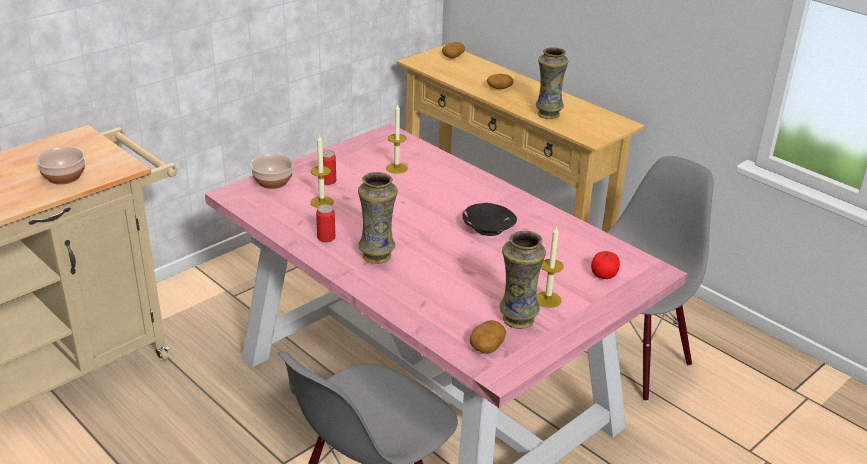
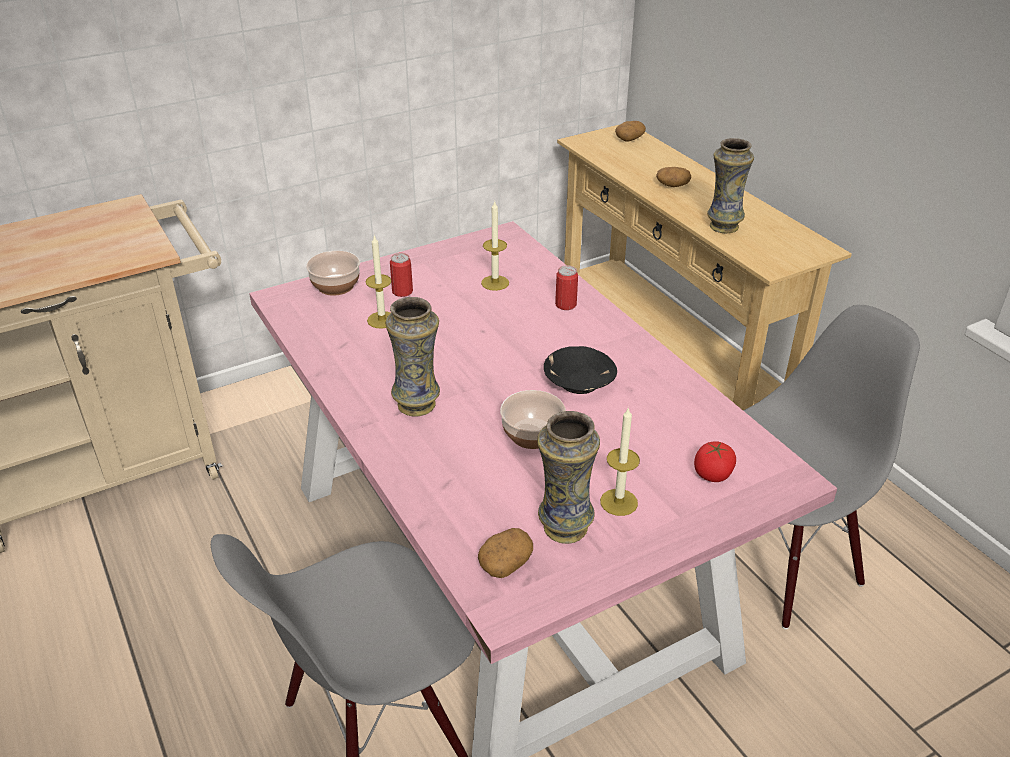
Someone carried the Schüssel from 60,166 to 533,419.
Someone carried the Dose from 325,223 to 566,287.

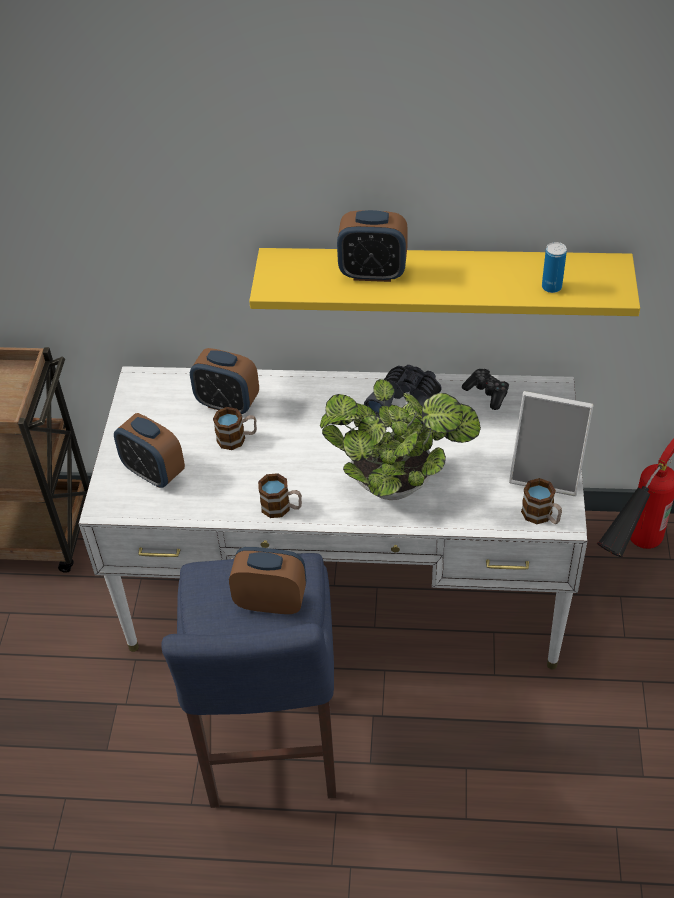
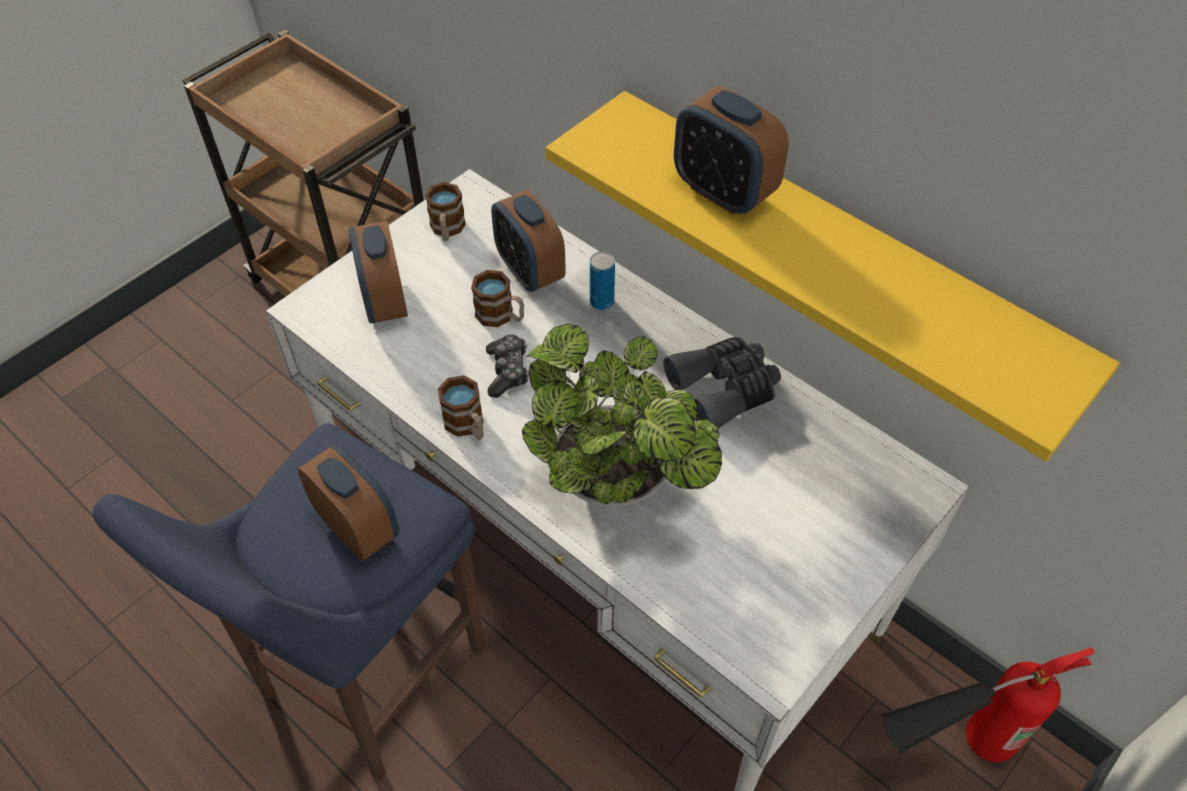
Someone carried the Henkelbecher from 541,501 to 445,211.
Someone carried the Gamepad from 485,389 to 507,366.
Someone carried the Dose from 554,267 to 602,280.
Someone took away the Bilderrahmen at 551,443.

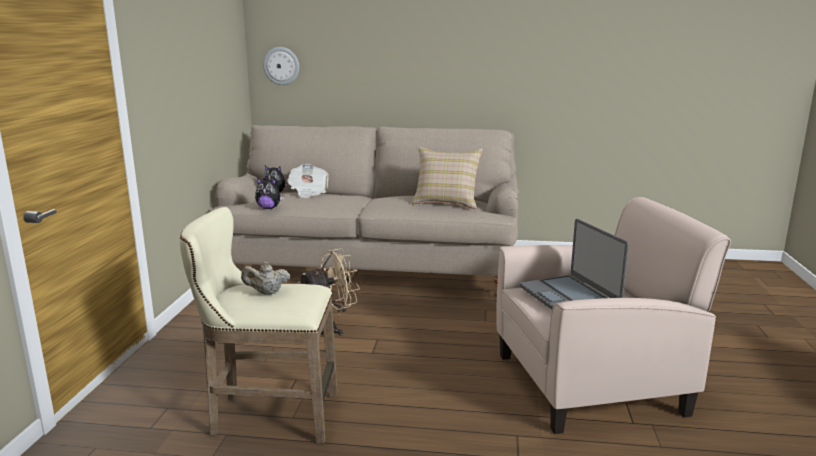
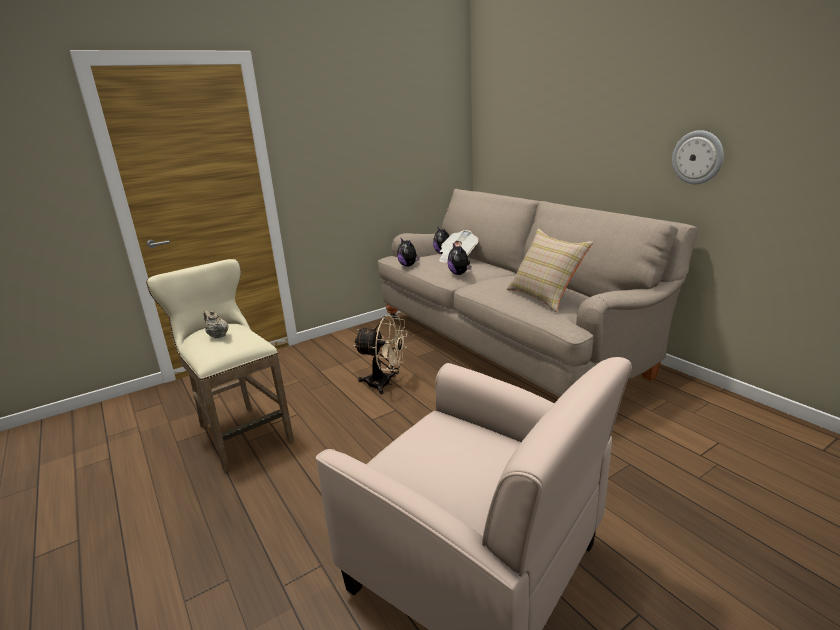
Someone put down the Plüschtier at 459,259.
Someone carried the Wanduhr from 281,66 to 698,157.
Someone took away the Laptop at 574,264.

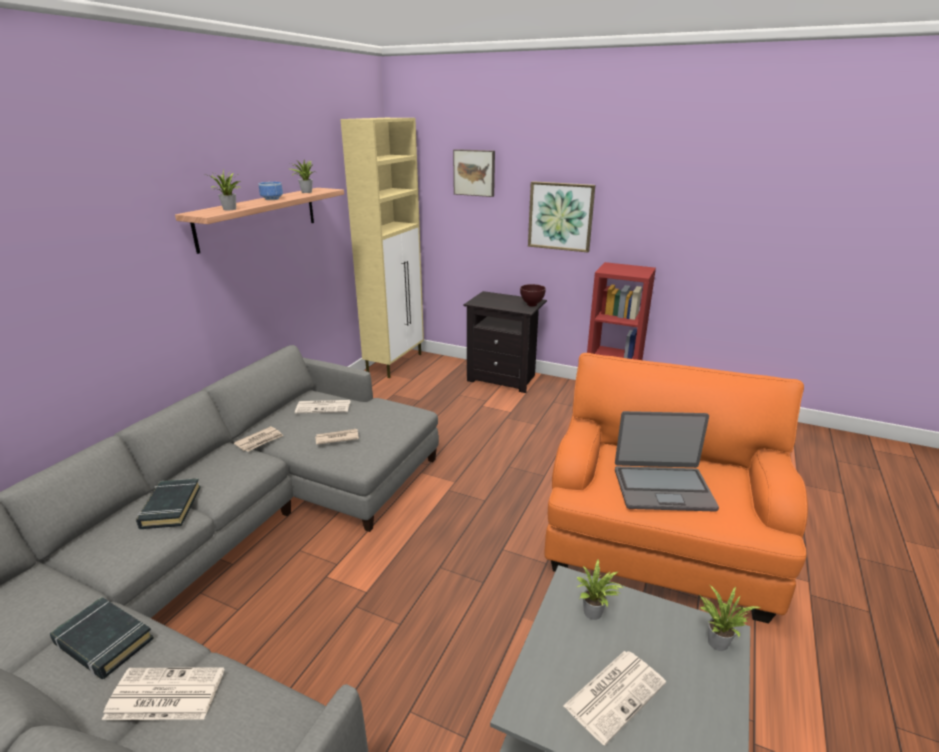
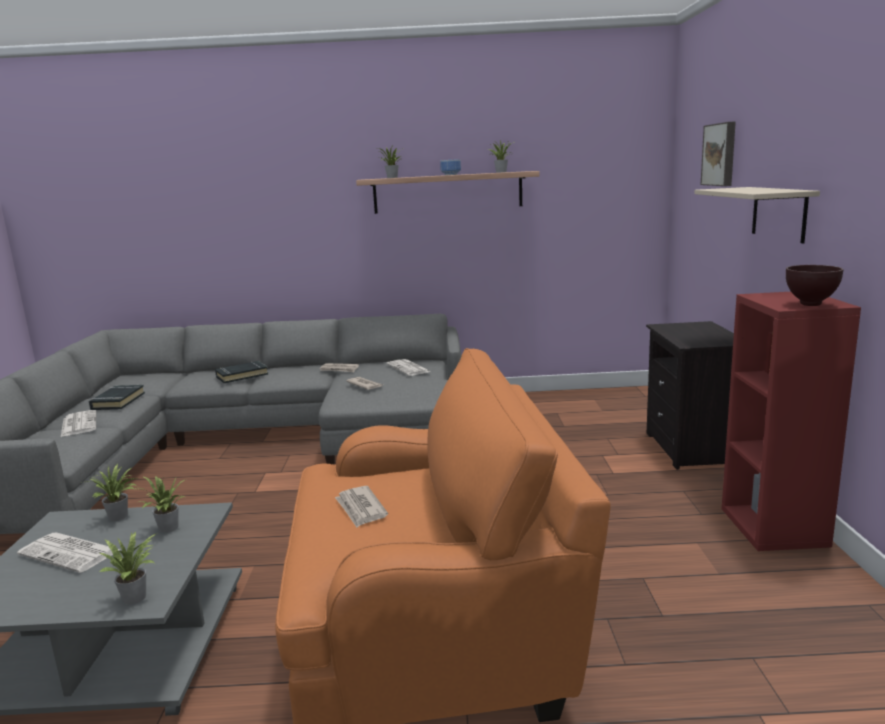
Someone put down the Topfpflanze at 112,492.
Someone swapped the Laptop at 667,461 for the Zeitung at 361,507.
Someone swapped the Bild at 561,217 for the Wandregal (beige) at 757,215.
Someone carried the Schüssel (braun) from 533,295 to 814,285.
Someone took away the Schrank (beige) at 382,248.

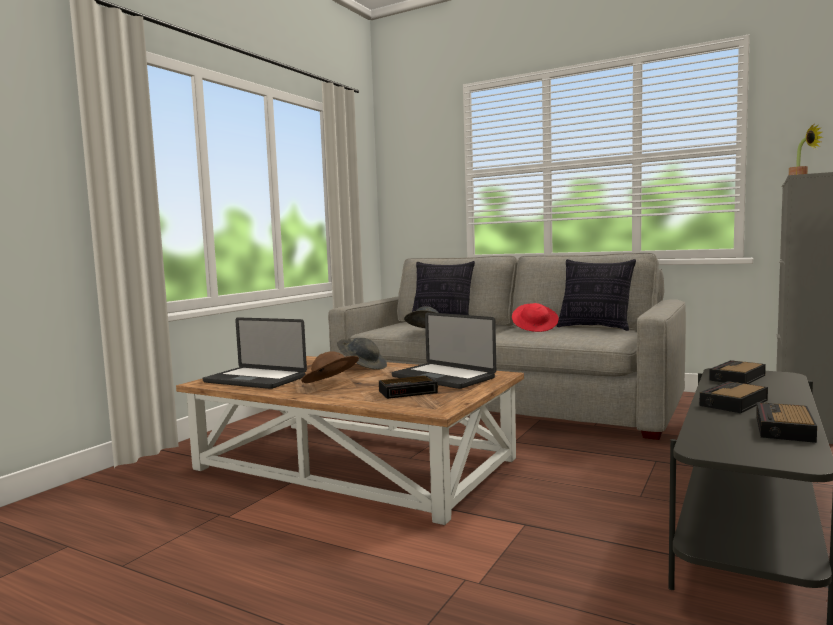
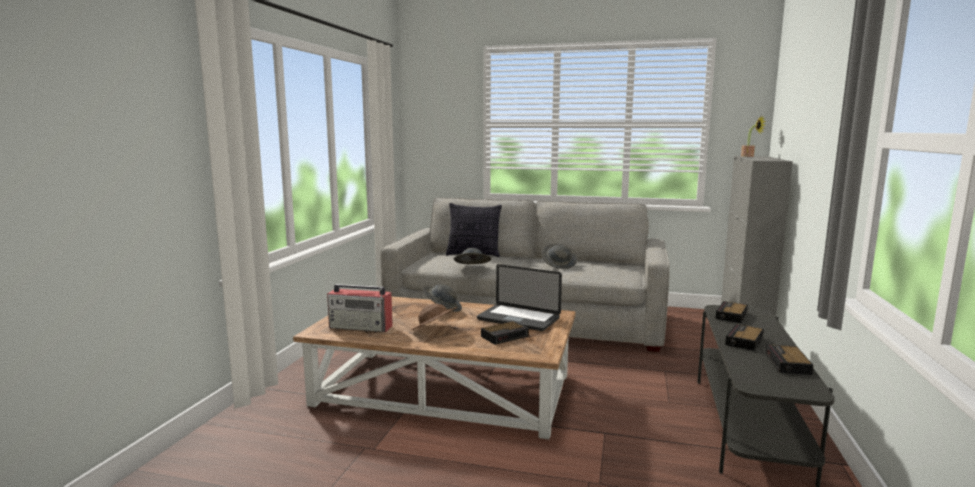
Someone swapped the Laptop at 255,353 for the Radio at 360,308.
Someone repainted the Hut (rot) at 535,317, which became the Hut (grau) at 559,256.
Someone took away the Kissen at 596,295.

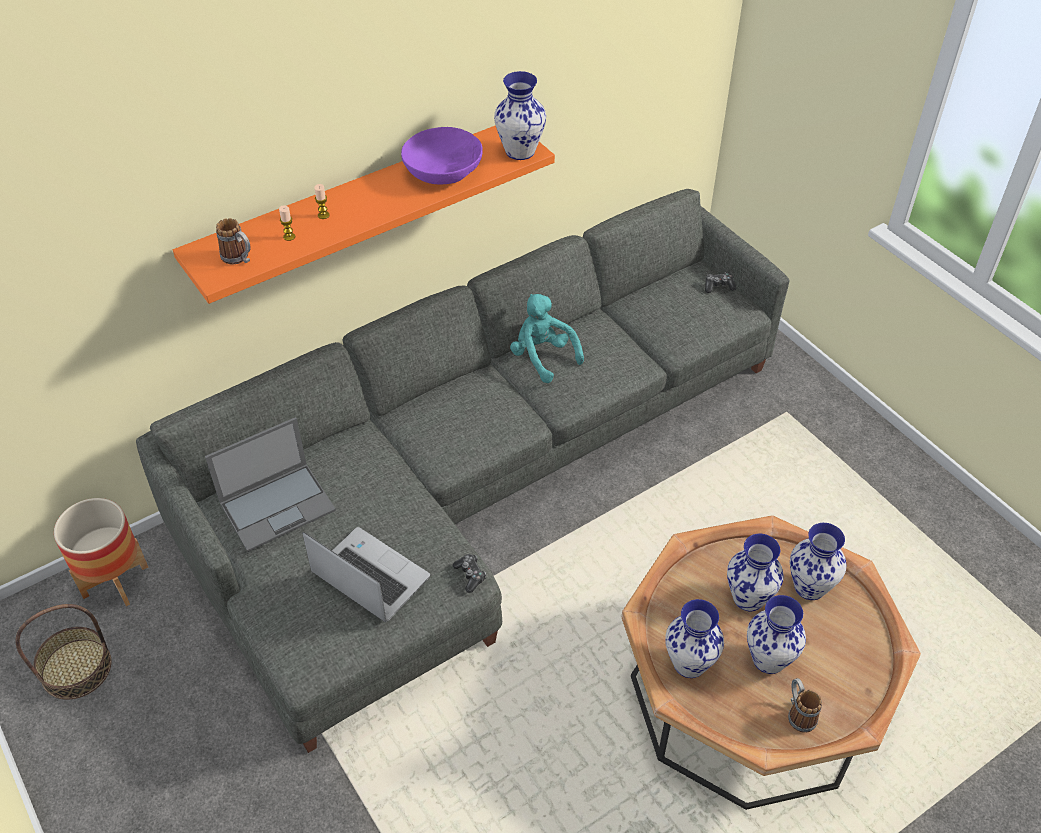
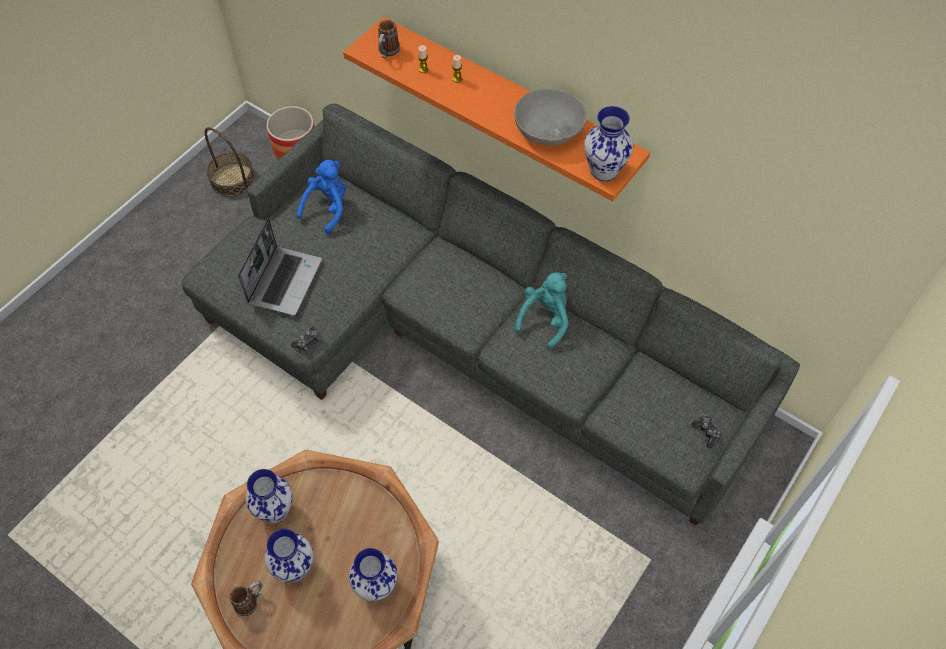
Someone swapped the Laptop at 270,484 for the Plüschtier (blau) at 321,197.
Someone repainted the Schüssel (lila) at 442,155, which became the Schüssel (grau) at 550,117.
Someone took away the Vase at 755,572.

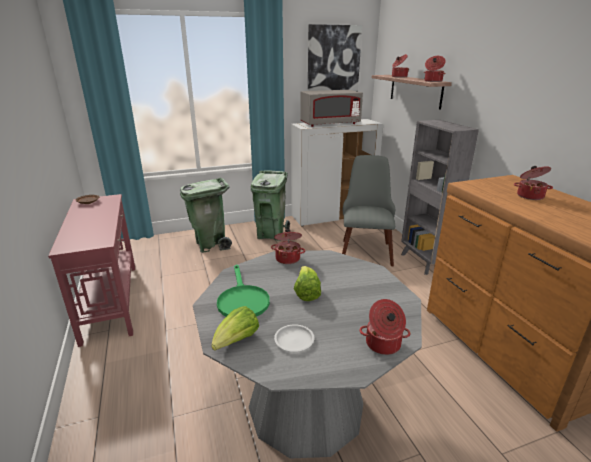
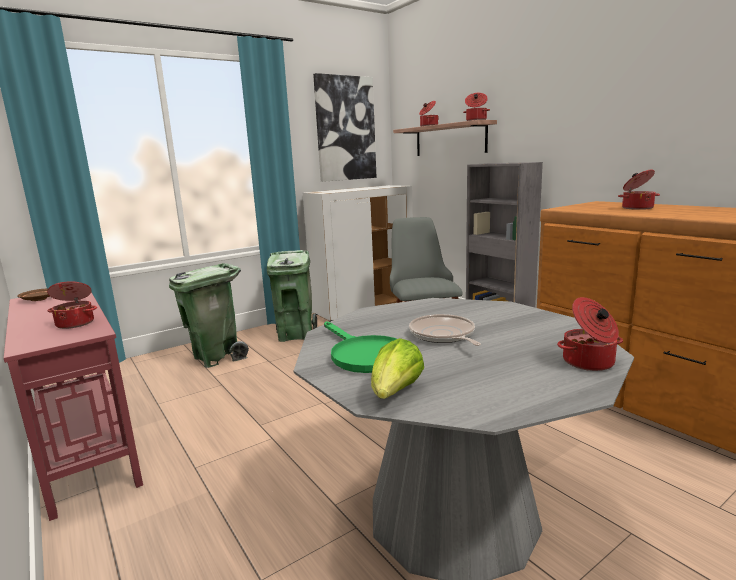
Someone carried the Kochtopf from 288,246 to 72,305.
Someone swapped the Salatkopf at 307,283 for the Pfanne at 445,330.
Someone took away the Teller (weiß) at 294,338.
Someone took away the Mikrowelle (grau) at 331,108.

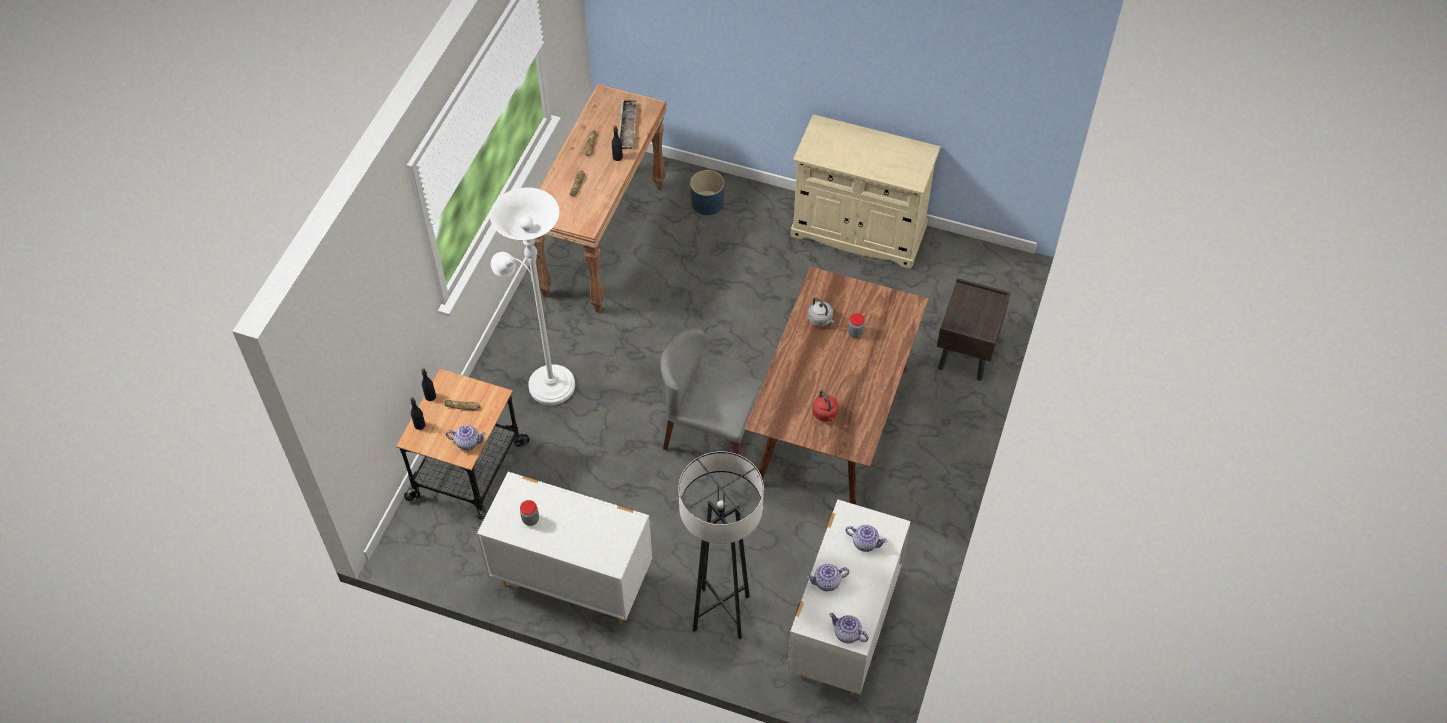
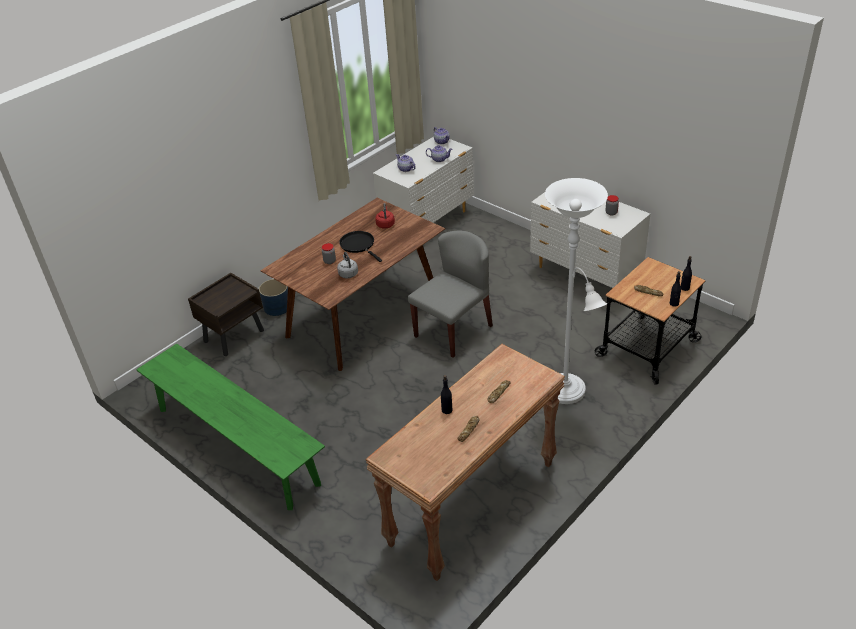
Someone swapped the Schrank (beige) at 866,191 for the Bank (grün) at 230,427.
Someone carried the Pflanzkübel (blau) from 707,192 to 273,297.
Someone put down the Pfanne (schwarz) at 360,246.
Someone rotated the Stuhl (grau) at 712,391 by 90 degrees counterclockwise.
Someone took away the Teekanne at 466,437.
Someone took away the Tablett at 628,124.
Someone took away the Stehlampe (grau) at 721,545.

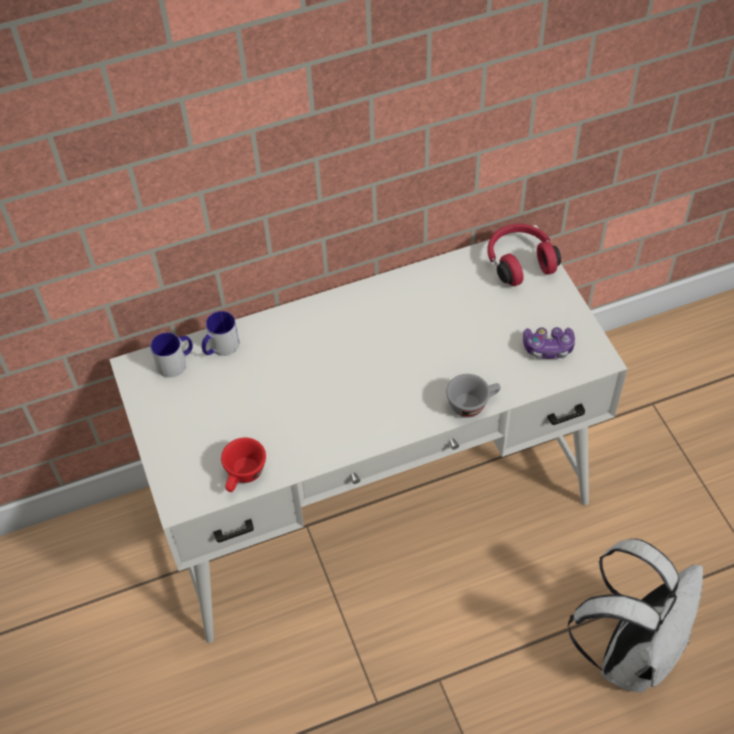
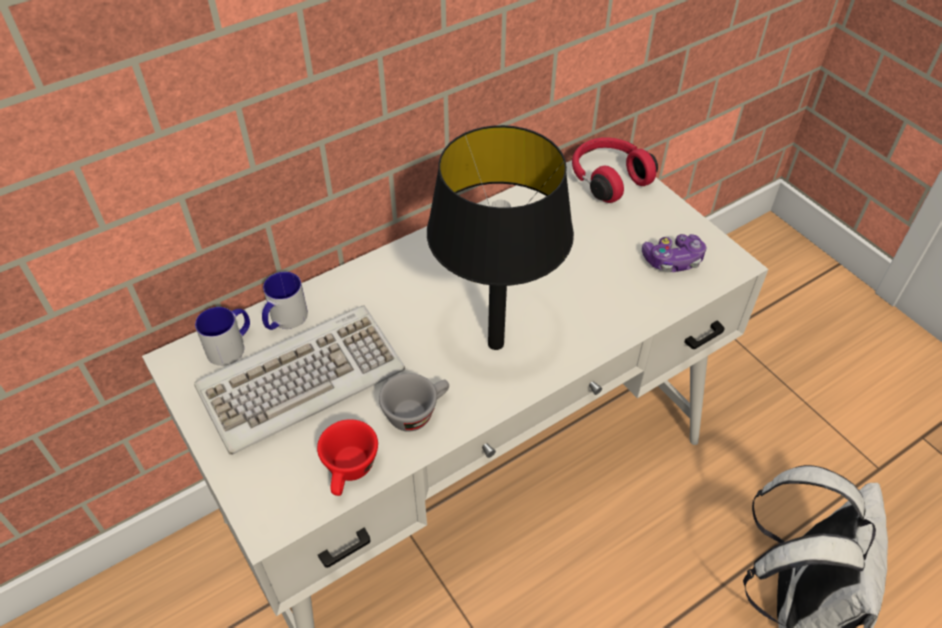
Someone put down the Tastatur at 299,380.
Someone carried the Tasse (grau) from 473,396 to 414,402.
Someone put down the Tischlampe (schwarz) at 500,237.

